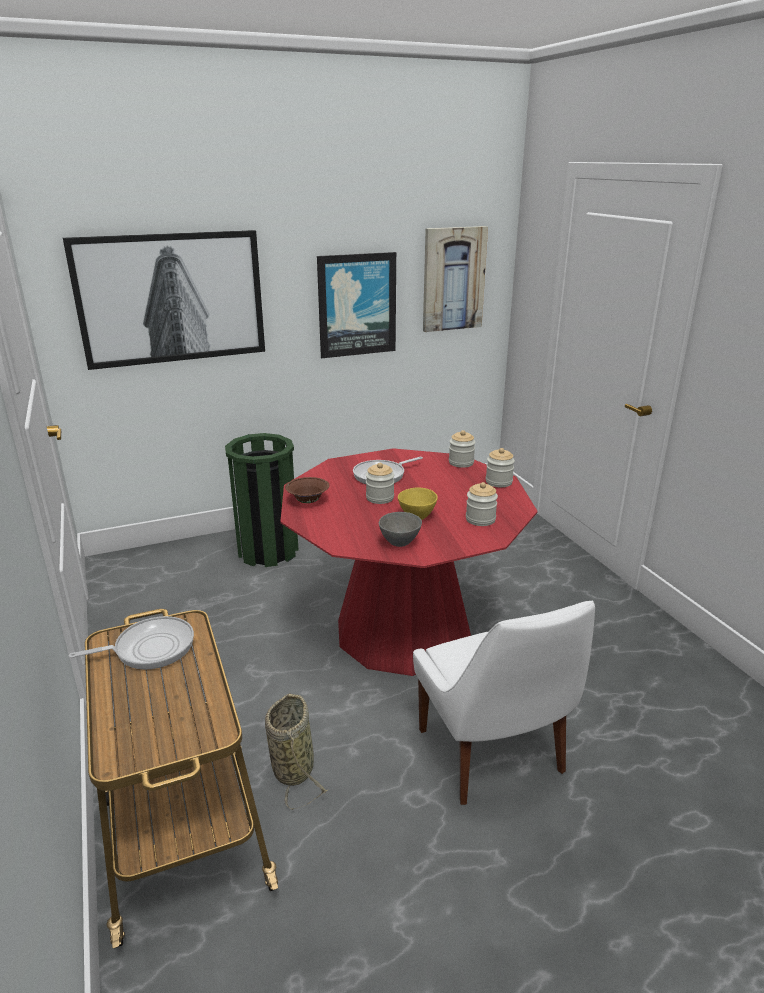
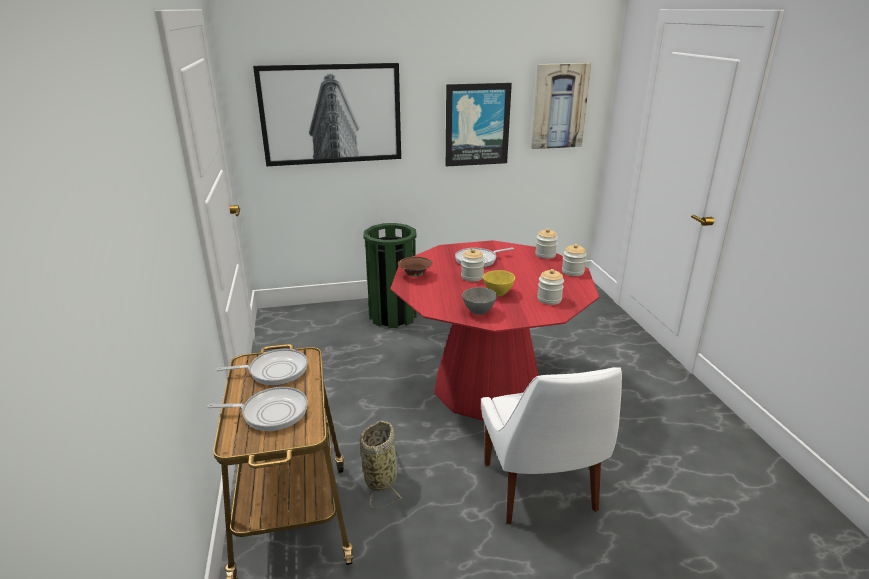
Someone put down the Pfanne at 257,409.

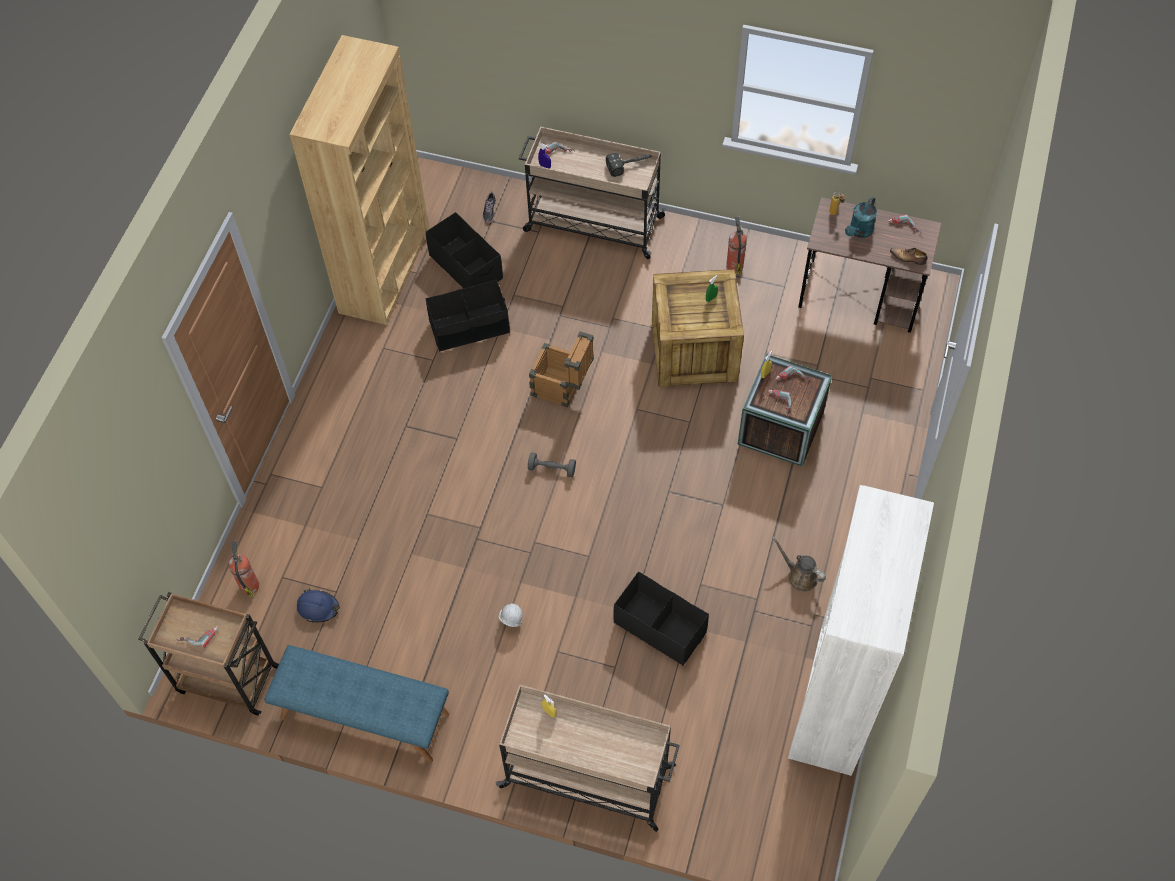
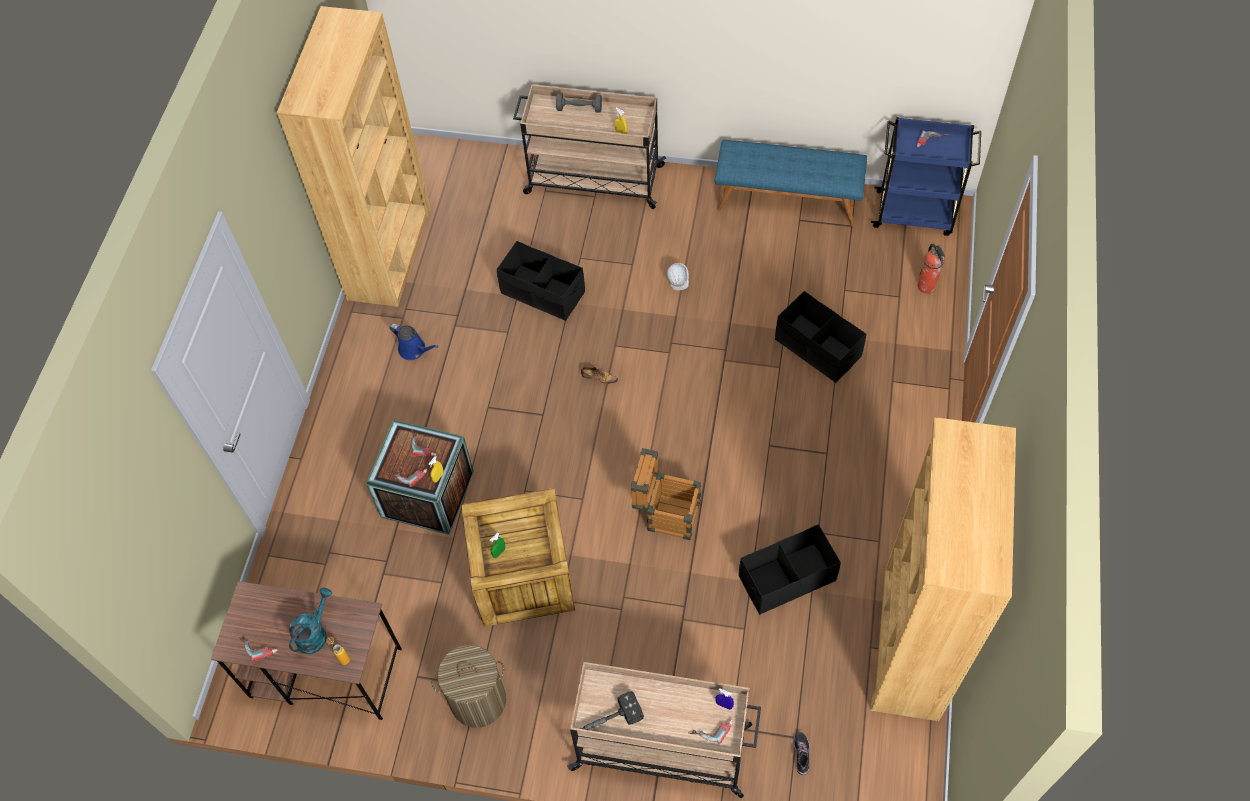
Someone repainted the Bücherregal (weiß) at 861,630, which became the Bücherregal (braun) at 354,156.
Someone repainted the Gießkanne (braun) at 799,564, which became the Gießkanne (blau) at 413,341.
Someone swapped the Feuerlöscher at 736,245 for the Wäschekorb at 468,686.
Someone carried the Hantel (grau) from 552,465 to 579,103.
Someone carried the Schuh from 909,256 to 599,375.
Someone carried the Aufbewahrungsbox (schwarz) from 464,250 to 820,337.
Someone repainted the Rollwagen (braun) at 209,653, which became the Rollwagen (blau) at 926,176.
Someone took away the Schutzhelm (blau) at 318,606.

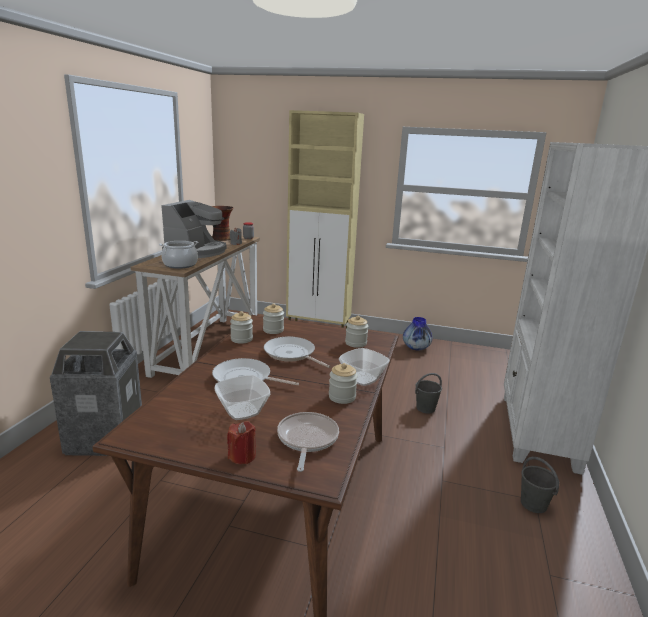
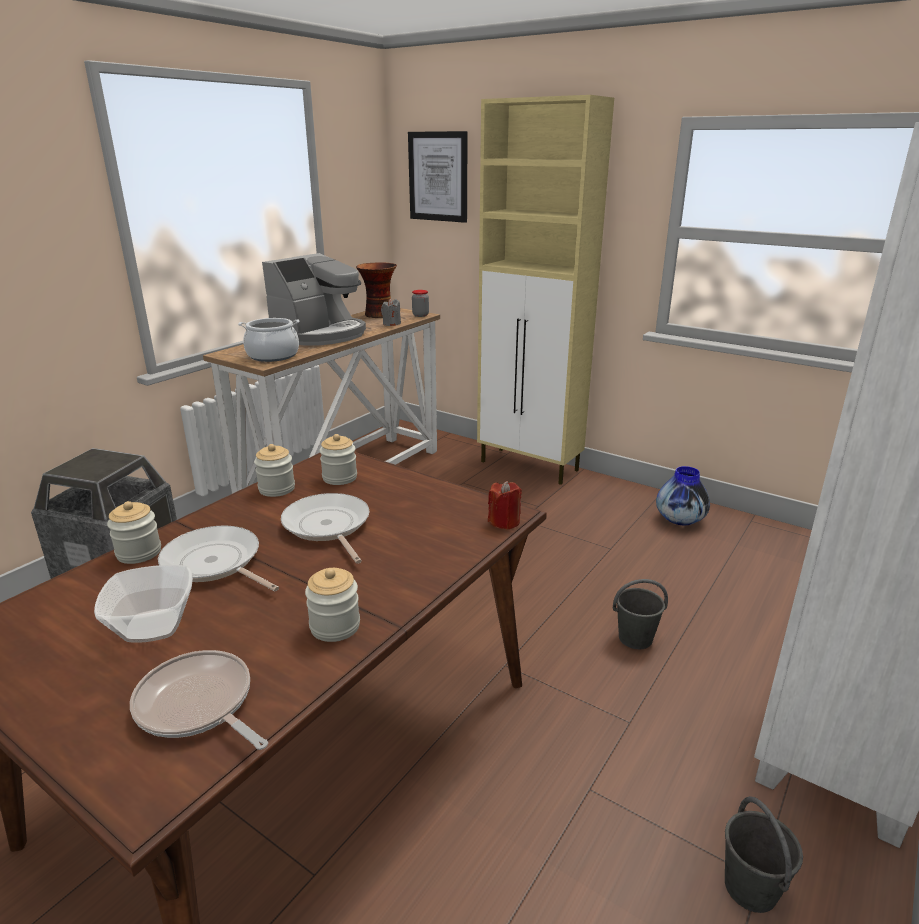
Someone carried the Vorratsglas from 356,332 to 134,532.
Someone rotated the Pfanne at 308,442 by 75 degrees counterclockwise.
Someone put up the Bild at 438,177.
Someone carried the Kerze (rot) from 241,442 to 505,505.
Someone took away the Schüssel at 364,367.

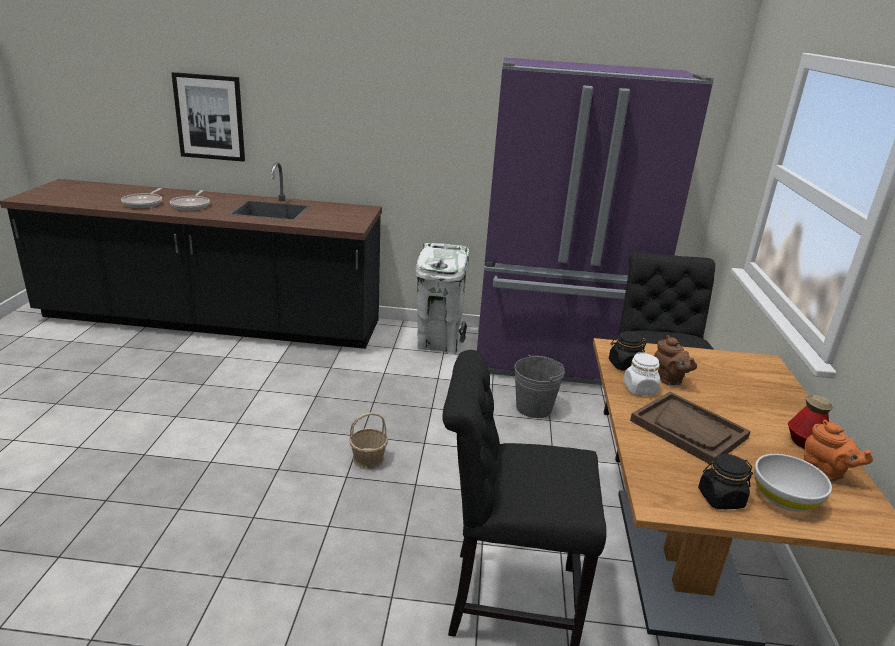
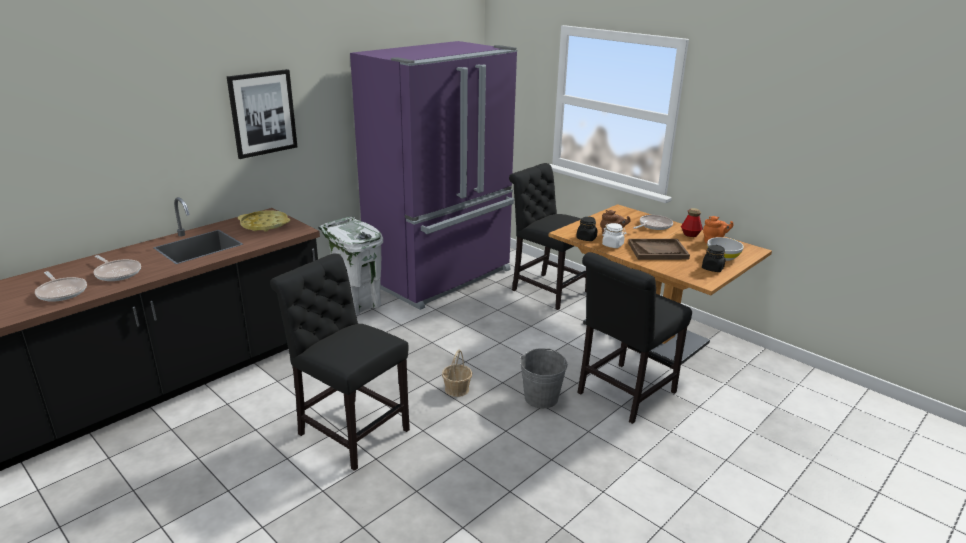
Someone carried the Bild from 208,117 to 262,114.
Someone put down the Tablett (gelb) at 264,221.
Someone put down the Stuhl (schwarz) at 340,362.
Someone carried the Eimer (grau) from 539,386 to 544,378.
Someone put down the Pfanne at 653,222.

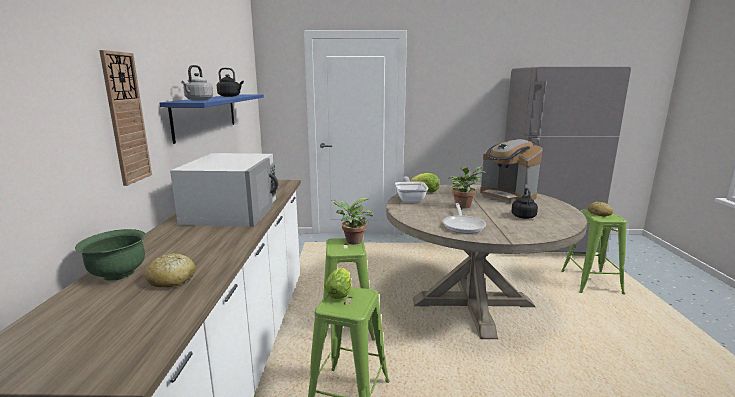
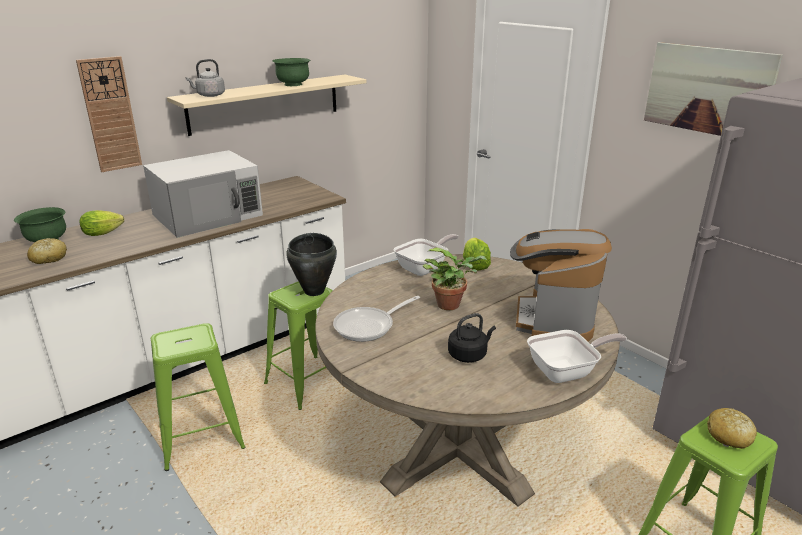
Someone carried the Salatkopf from 337,283 to 101,223.
Someone repainted the Wandregal (blau) at 211,119, which became the Wandregal (beige) at 266,105.
Someone swapped the Wasserkessel (schwarz) at 230,82 for the Schüssel (grün) at 291,72.
Someone swapped the Topfpflanze at 352,221 for the Kochtopf (schwarz) at 311,264.
Someone put down the Pfanne at 577,356.
Someone put up the Bild at 713,89.

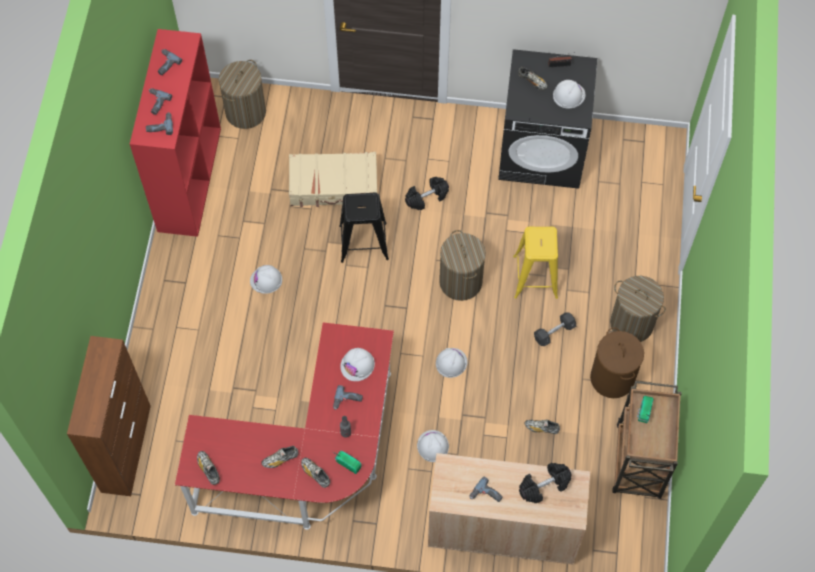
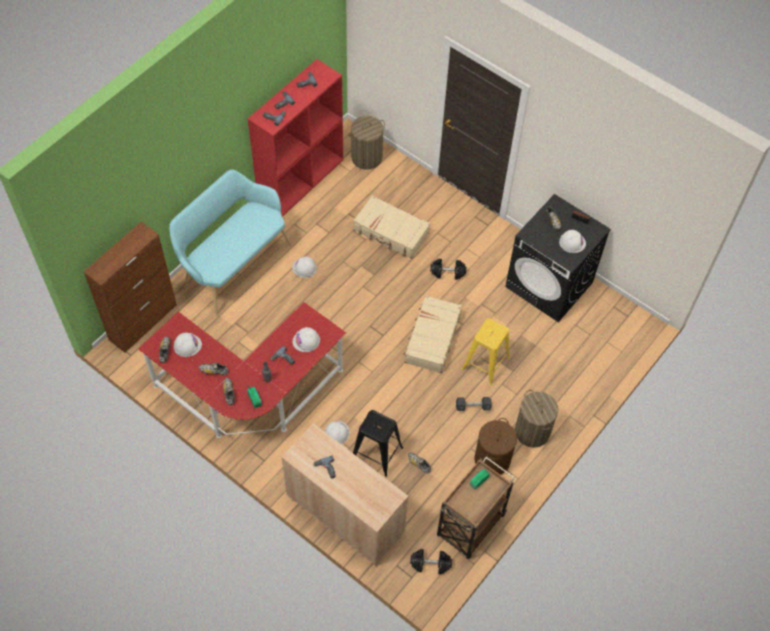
Someone put down the Bank (türkis) at 230,242.
Someone carried the Schutzhelm (weiß) from 452,363 to 188,345.
Someone carried the Hocker (schwarz) from 364,227 to 378,443.
Someone swapped the Wäschekorb at 462,265 for the Koffer (beige) at 432,334.
Someone carried the Hantel (schwarz) from 545,483 to 431,561.

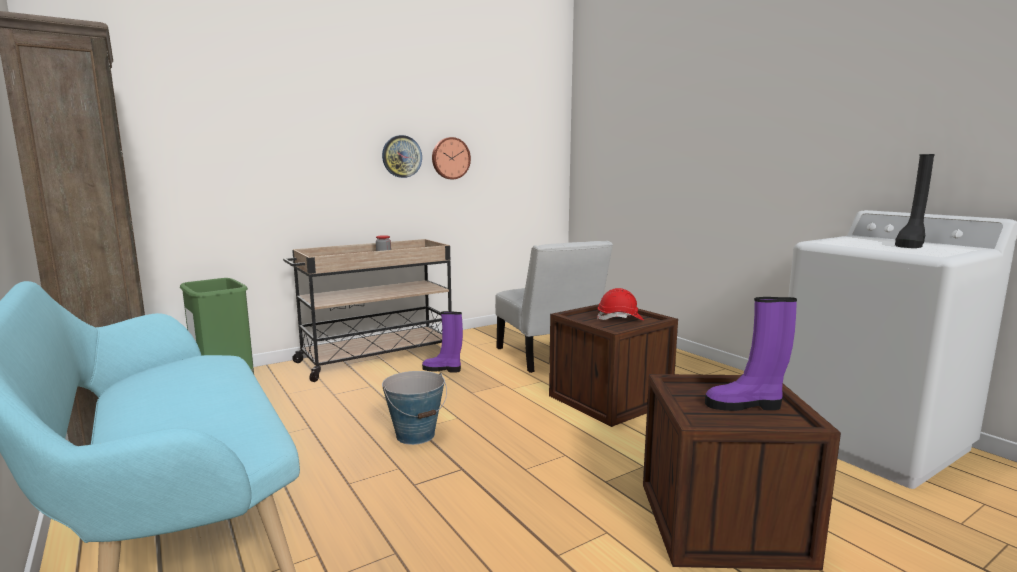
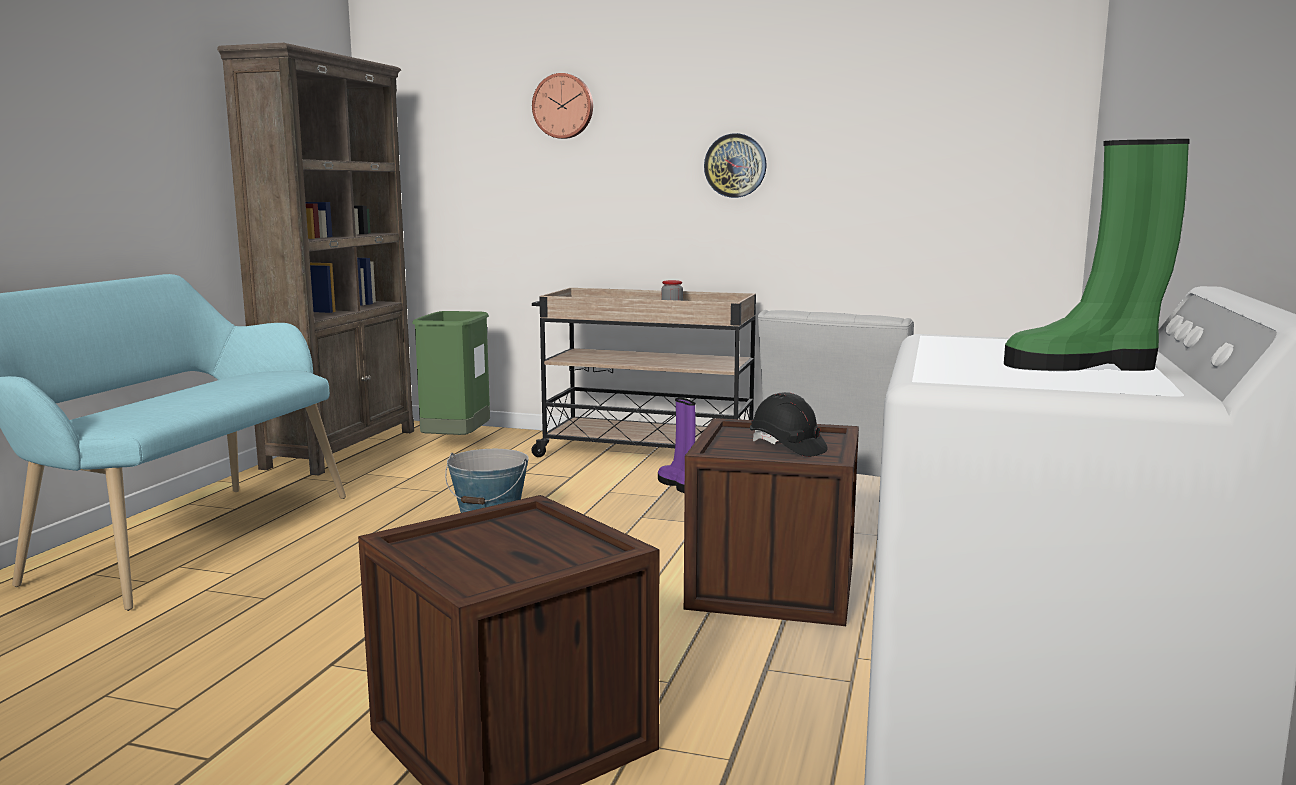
Someone carried the Wanduhr from 451,158 to 562,106.
Someone repainted the Schutzhelm (rot) at 620,304, which became the Schutzhelm (schwarz) at 789,424.
Someone repainted the Stiefel (schwarz) at 915,201, which became the Stiefel (grün) at 1097,255.
Someone took away the Stiefel (lila) at 751,354.

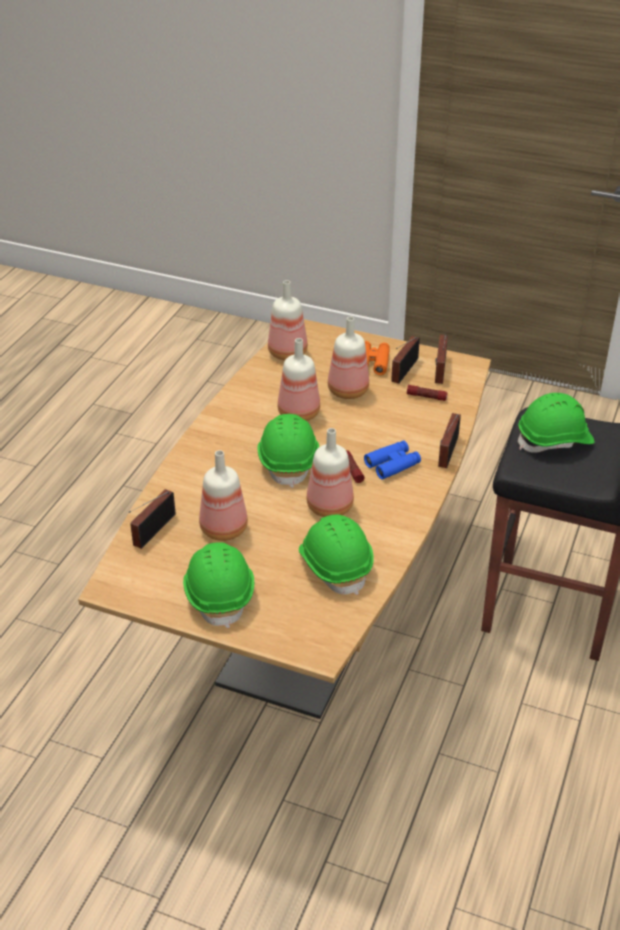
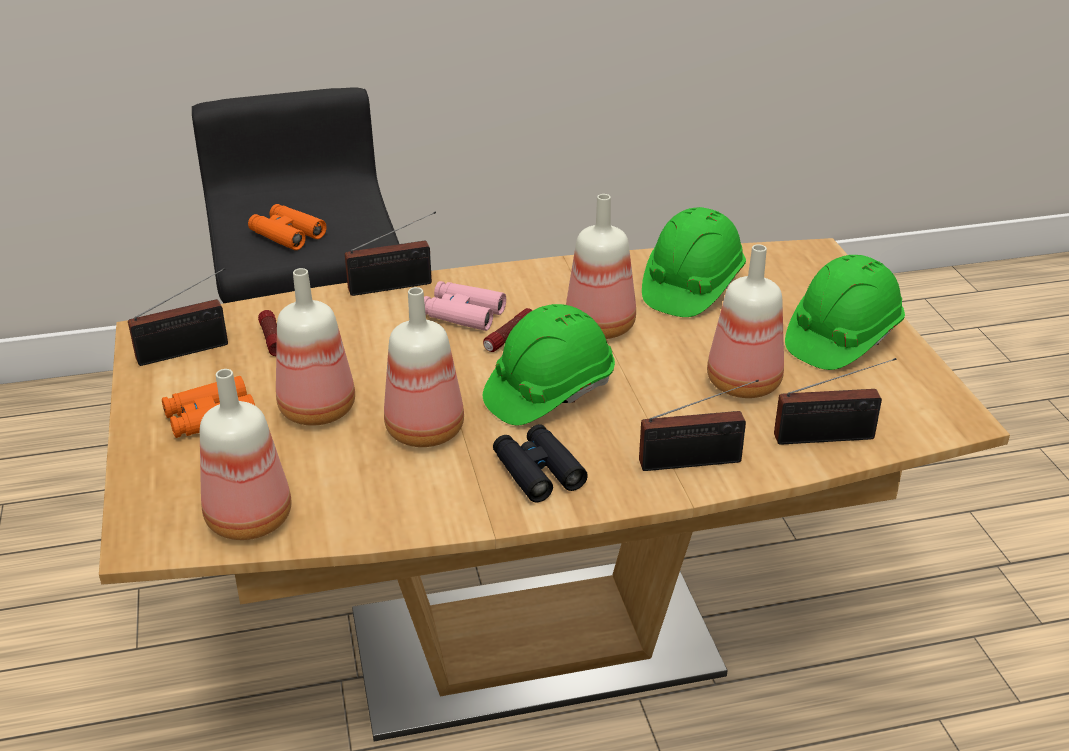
Someone swapped the Schutzhelm (grün) at 556,423 for the Fernglas (orange) at 287,227.
Someone repainted the Fernglas (blau) at 392,460, which became the Fernglas (rosa) at 465,306.
Someone put down the Fernglas (schwarz) at 540,463.
Someone carried the Radio from 405,360 to 699,425.

